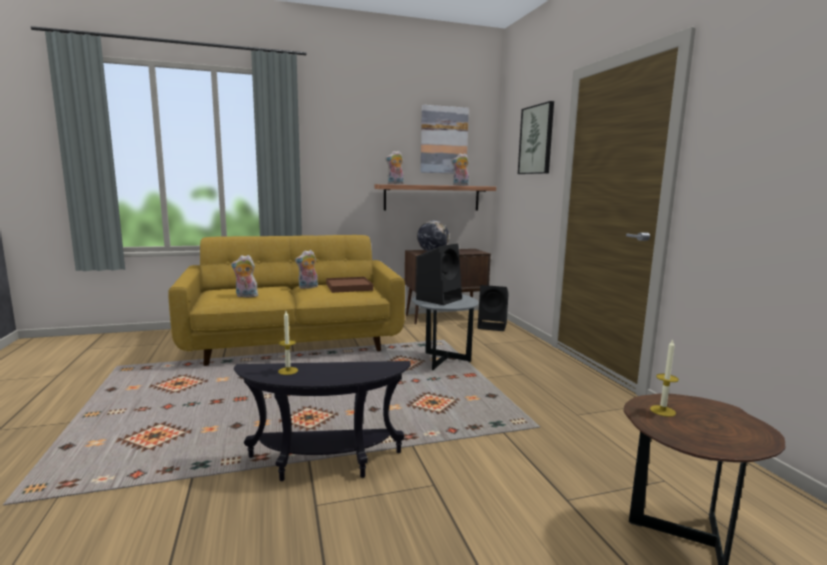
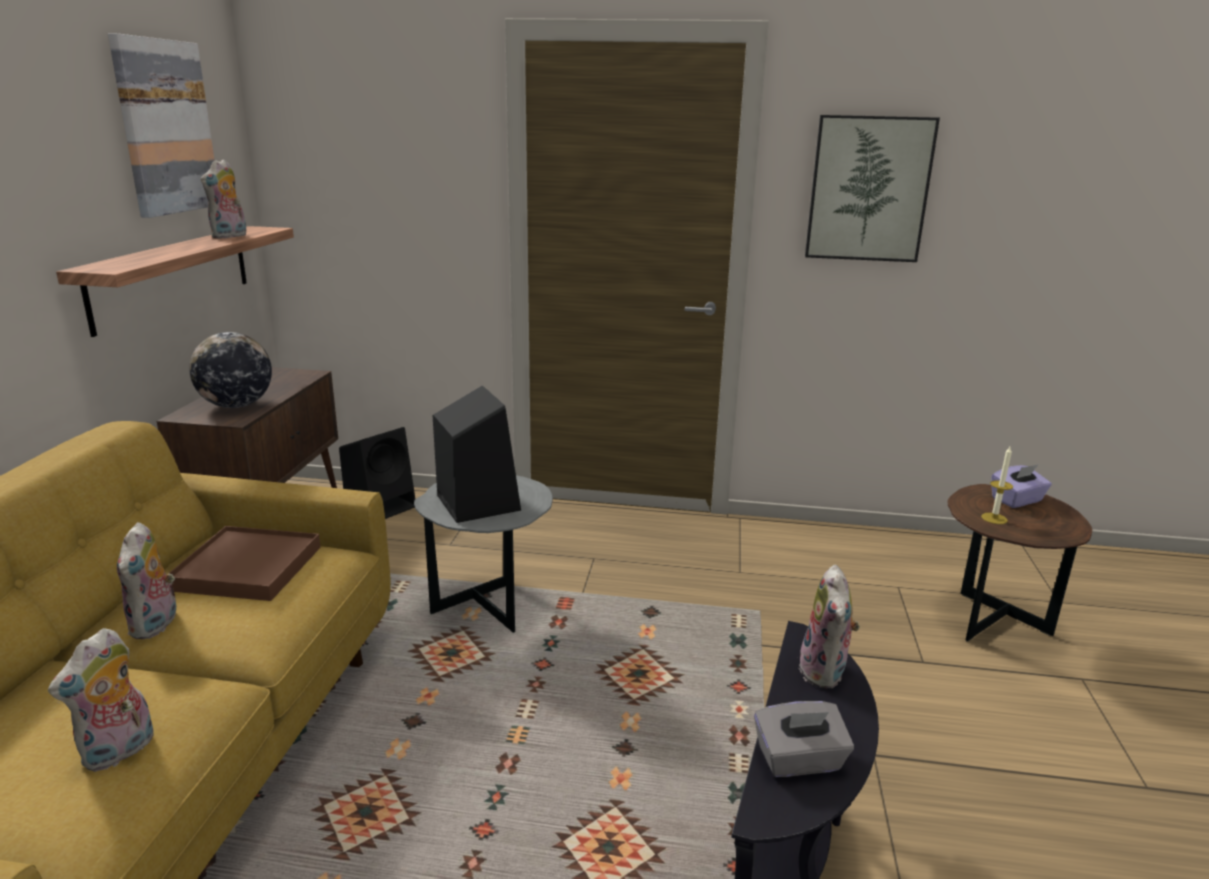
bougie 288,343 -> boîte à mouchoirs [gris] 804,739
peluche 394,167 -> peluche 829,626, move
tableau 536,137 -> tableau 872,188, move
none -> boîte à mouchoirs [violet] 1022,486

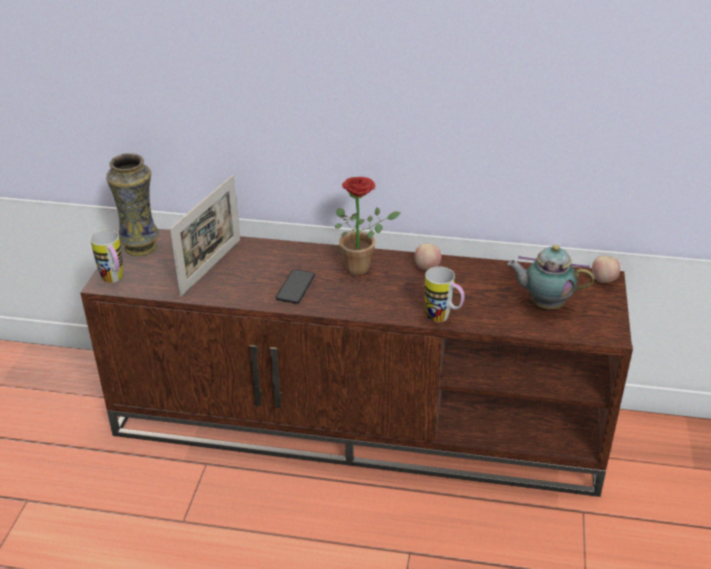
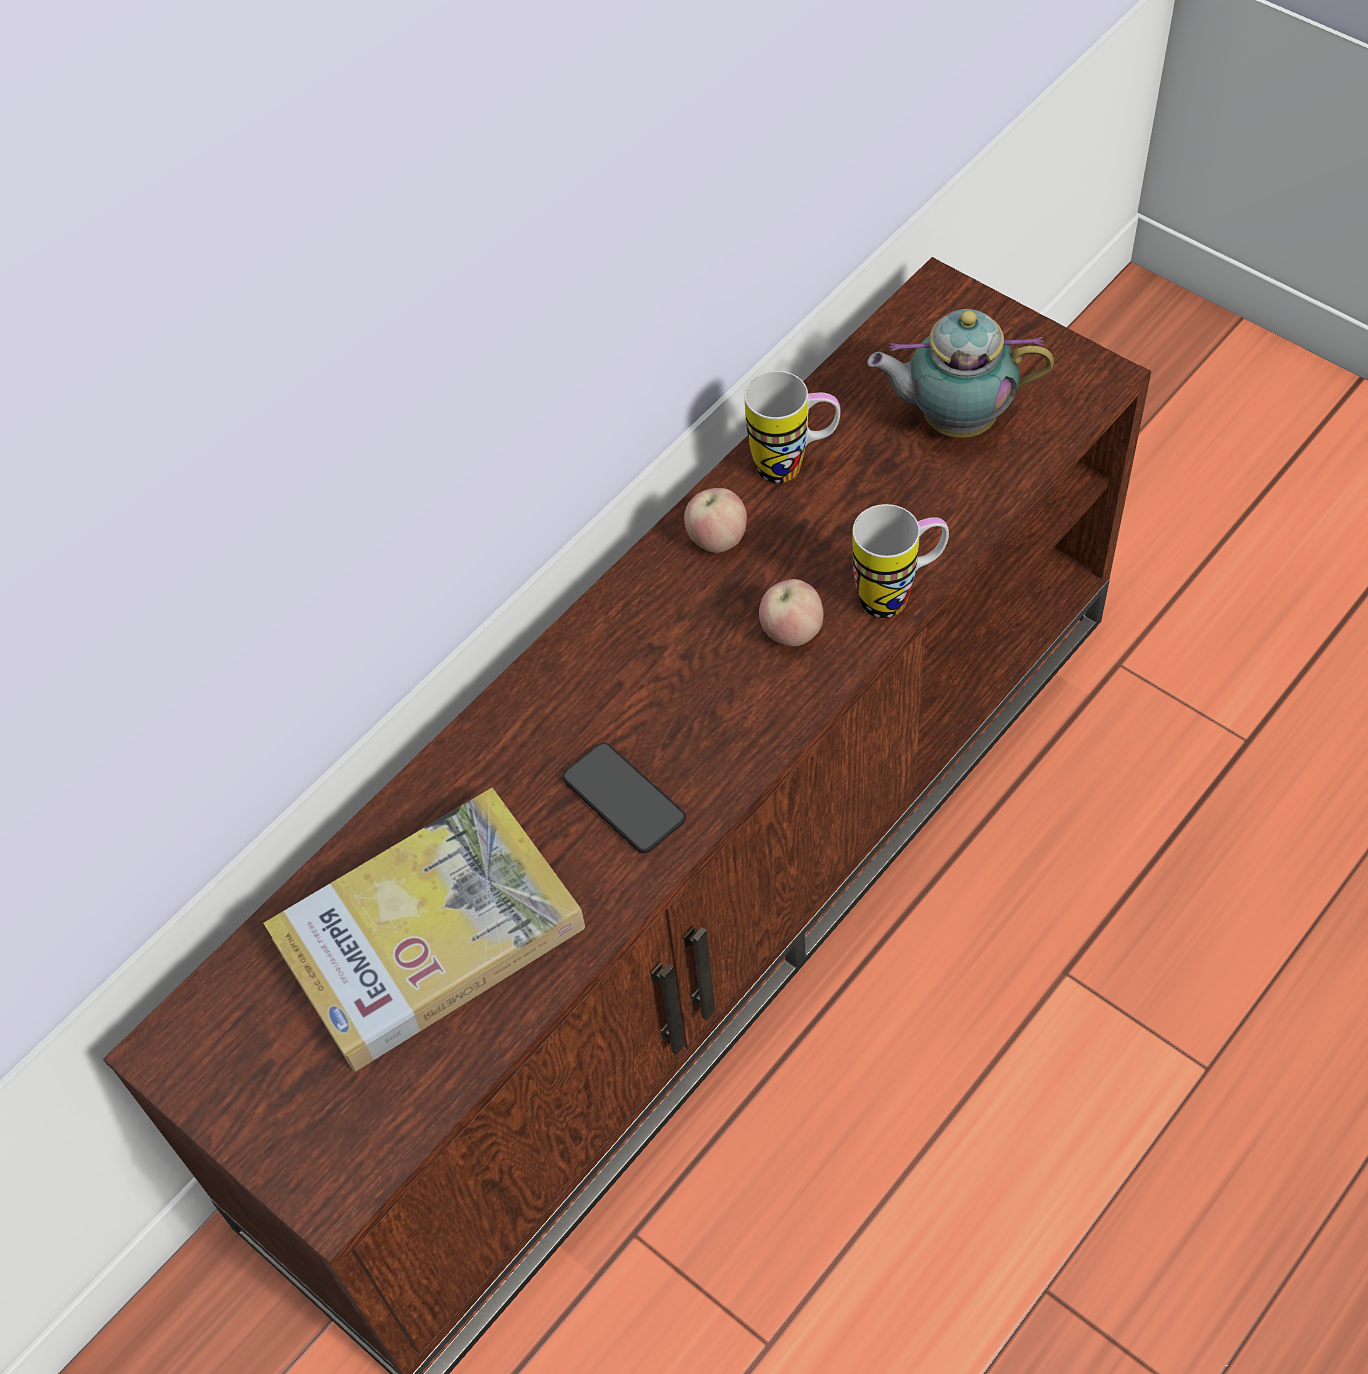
cadre photo 205,235 -> livre 424,929
mug 106,256 -> mug 792,427, move
pomme 606,269 -> pomme 791,612, move
théière 550,277 -> théière 960,373, 45 degrees clockwise
vase 132,204 -> none
plante en pot 367,226 -> none

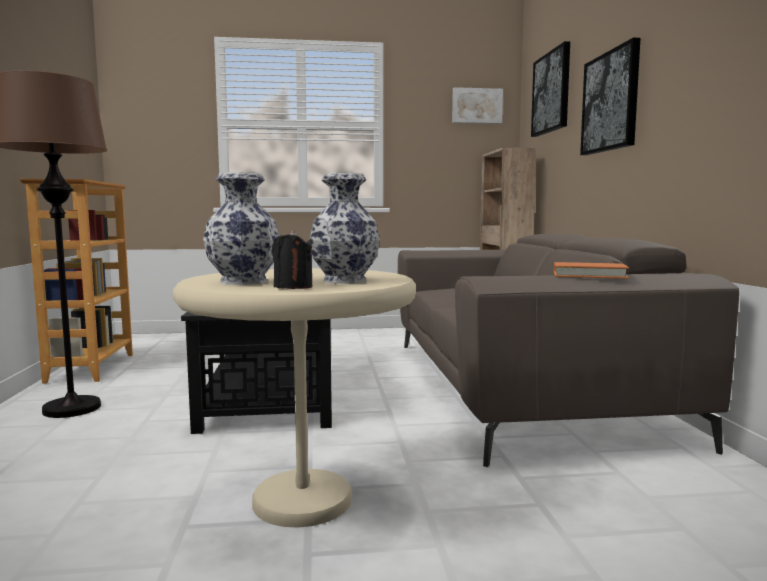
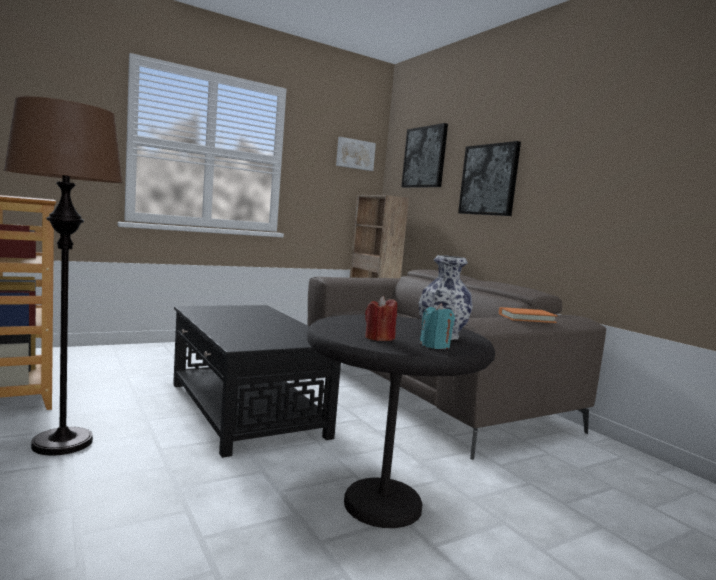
table d'appoint [beige] 294,398 -> table d'appoint [noir] 401,421
vase 241,228 -> bougie [rouge] 381,318
bougie [noir] 292,259 -> bougie [turquoise] 437,326

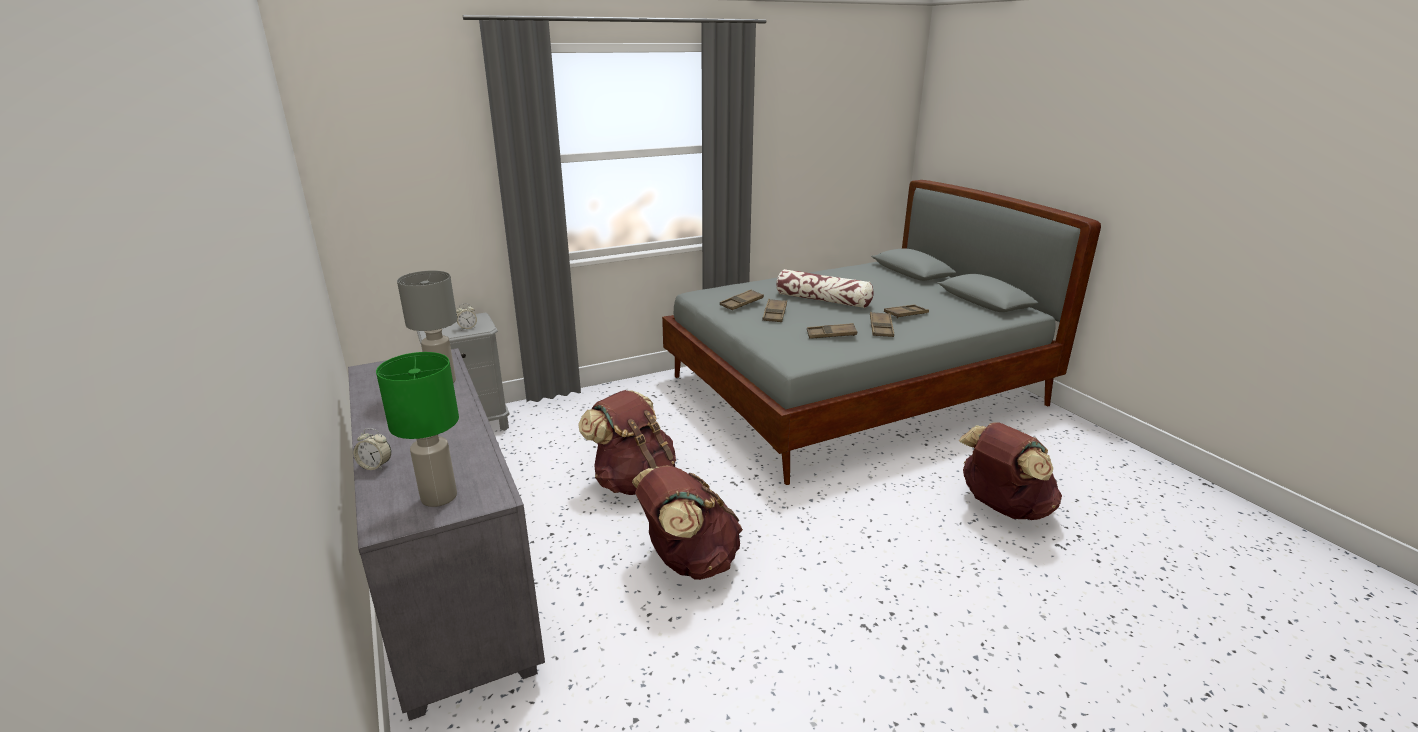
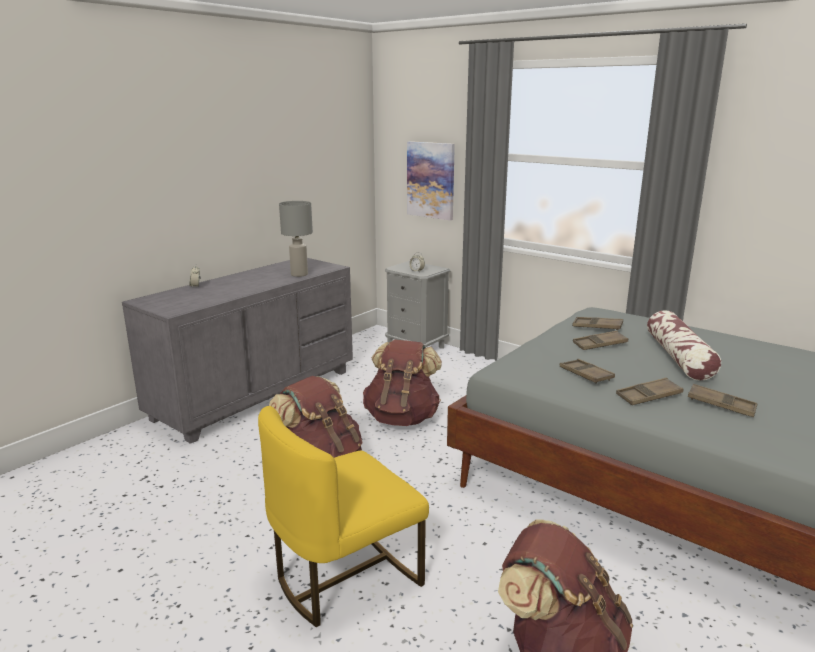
none -> chaise [jaune] 343,516
none -> tableau 431,180
lampe de table [vert] 417,429 -> none

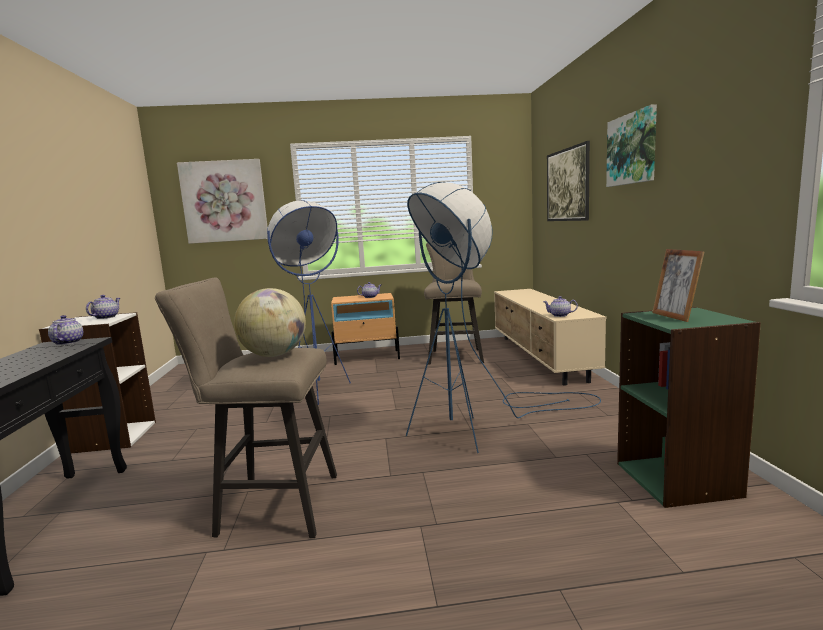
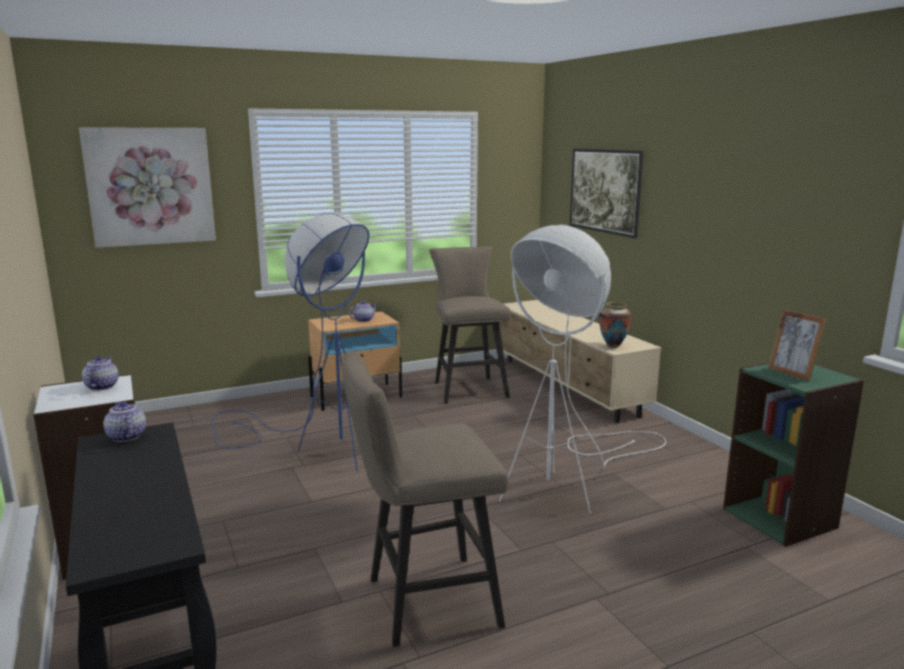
lampadaire [bleu] 503,317 -> lampadaire [blanc] 582,368
théière 560,306 -> vase 615,325
globe 270,322 -> none
tableau 631,145 -> none

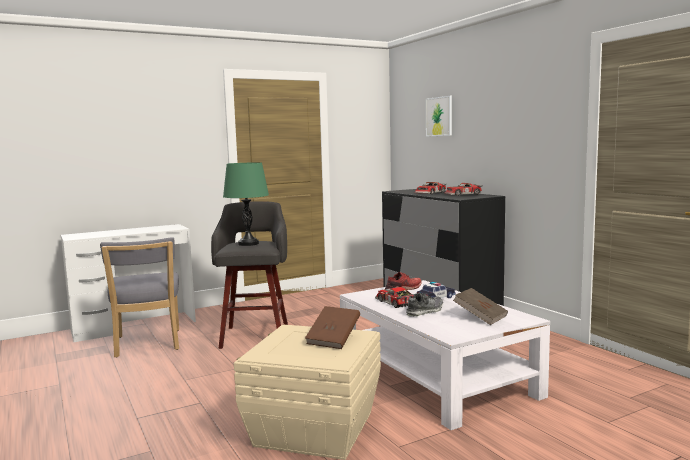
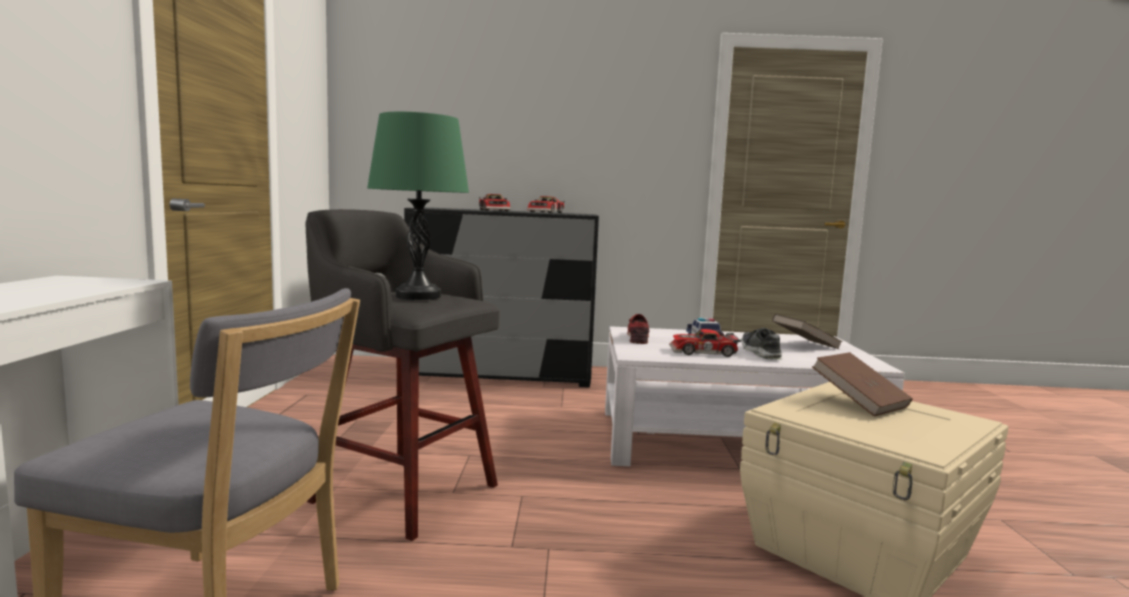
tableau 439,116 -> none

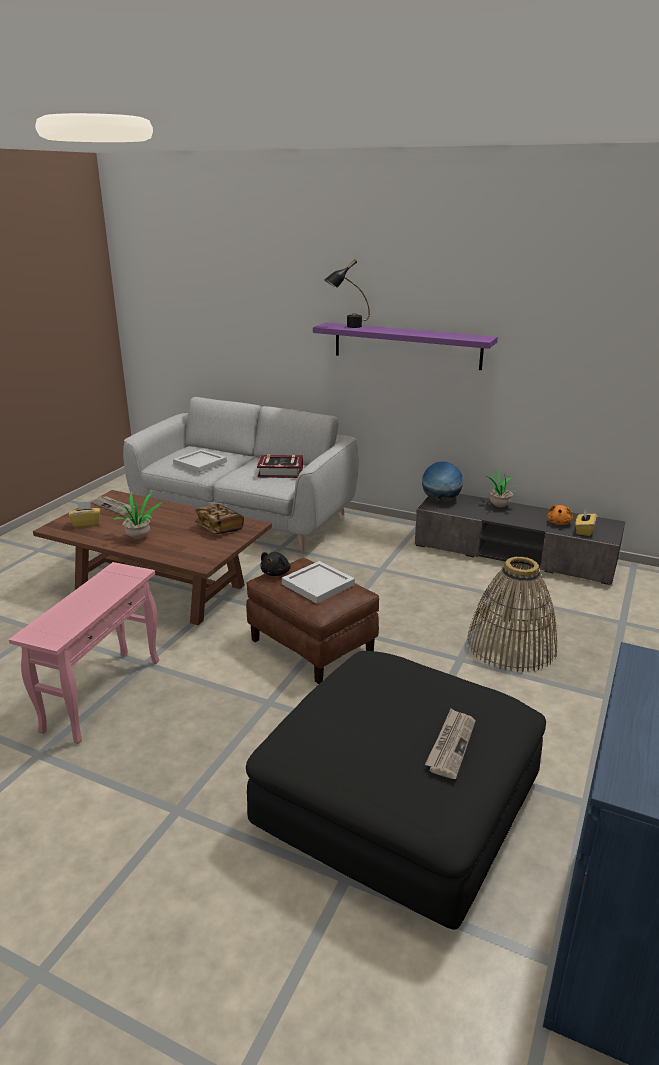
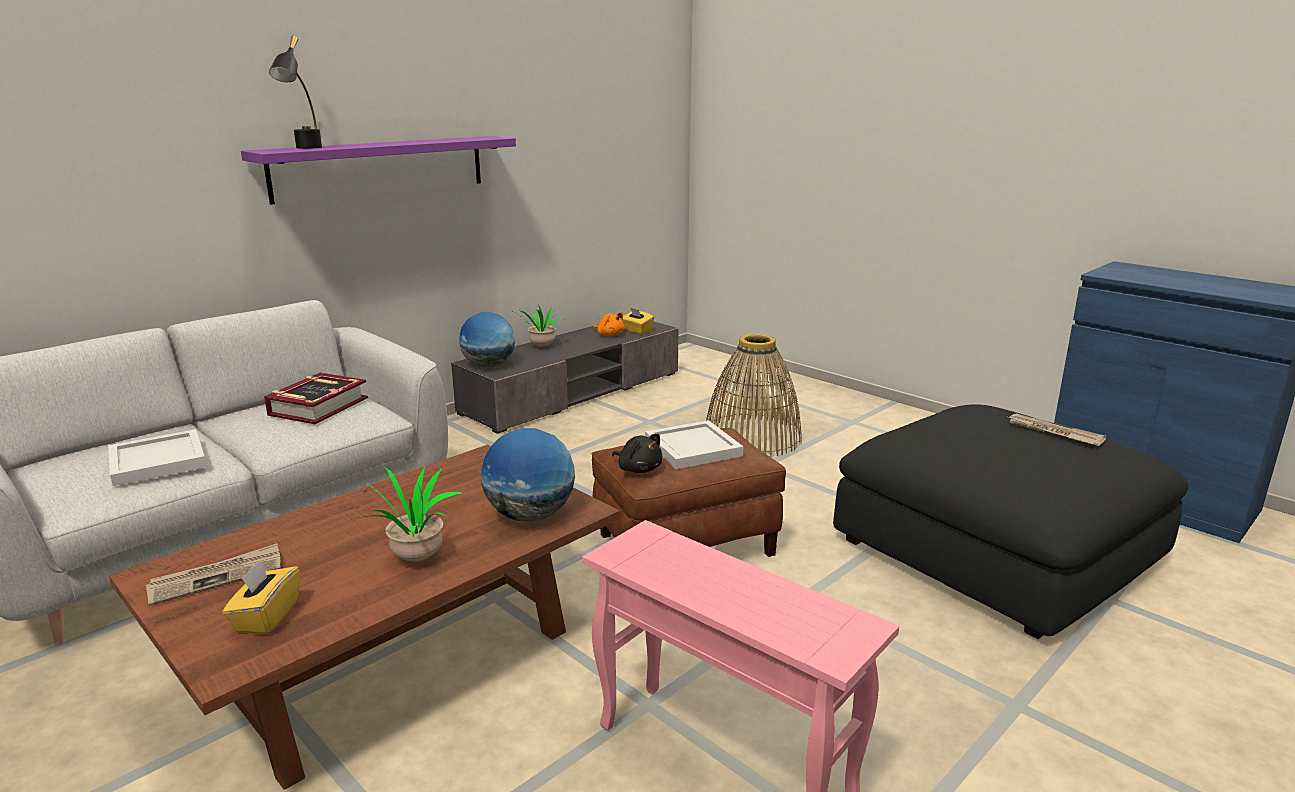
none -> globe 528,475
livre 219,519 -> none

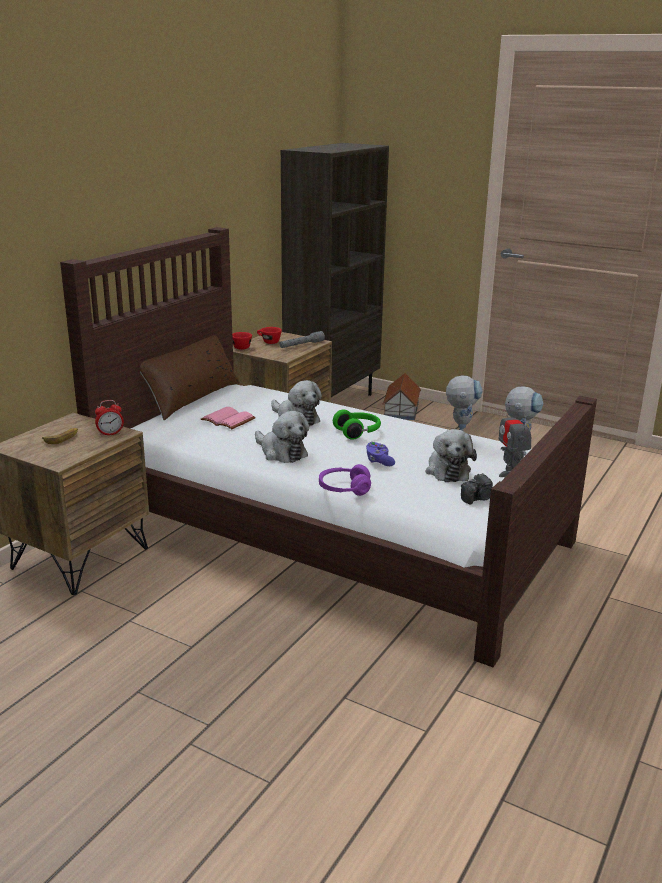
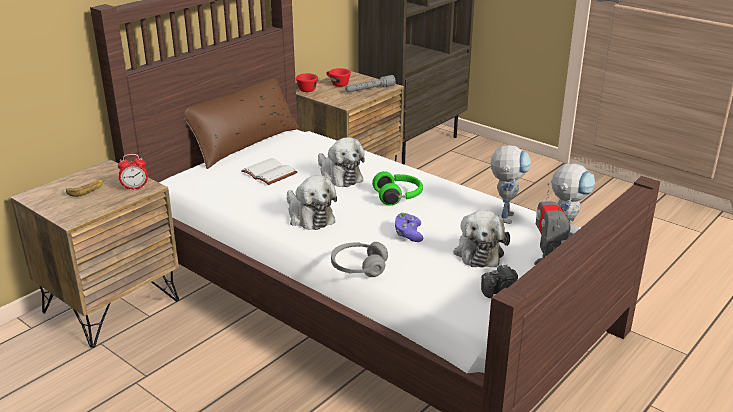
livre [rose] 228,418 -> livre [blanc] 269,171
casque audio [violet] 345,480 -> casque audio [gris] 359,259
maison miniature 401,396 -> none

